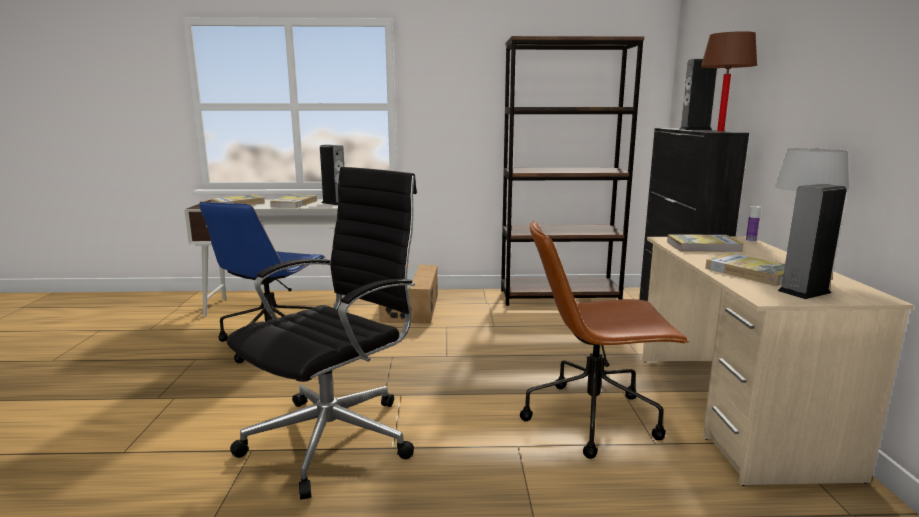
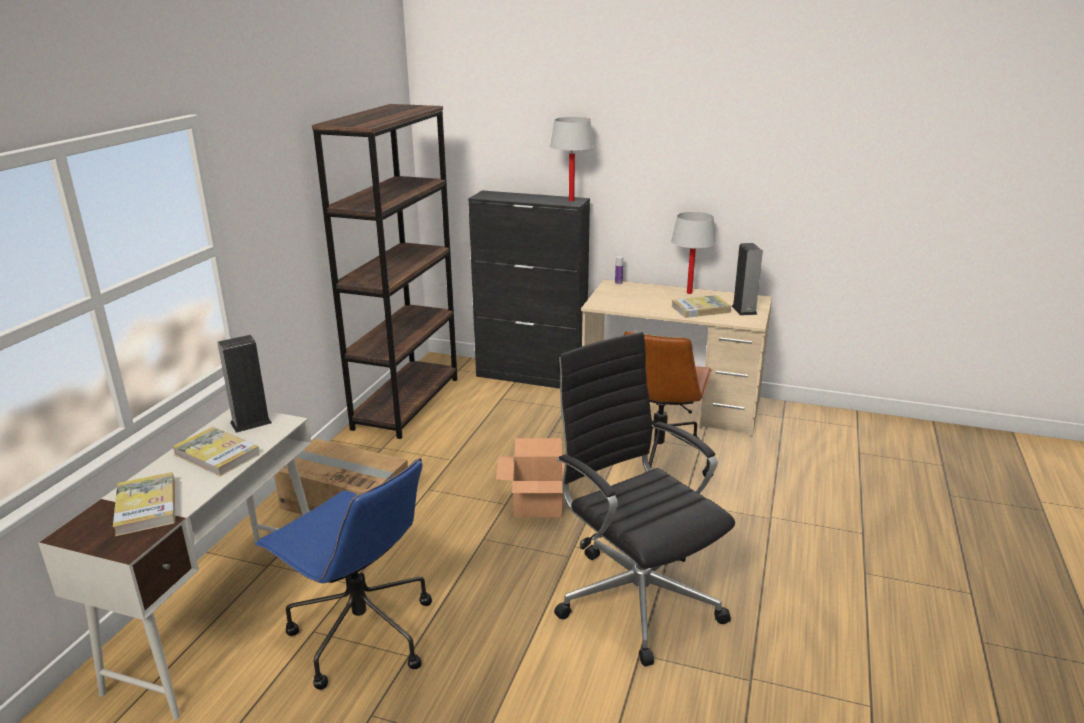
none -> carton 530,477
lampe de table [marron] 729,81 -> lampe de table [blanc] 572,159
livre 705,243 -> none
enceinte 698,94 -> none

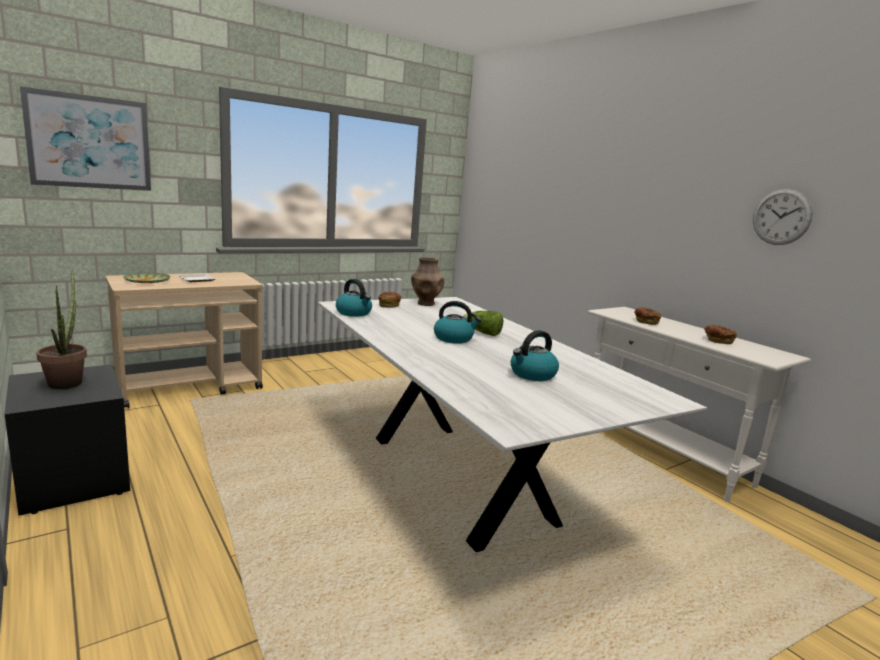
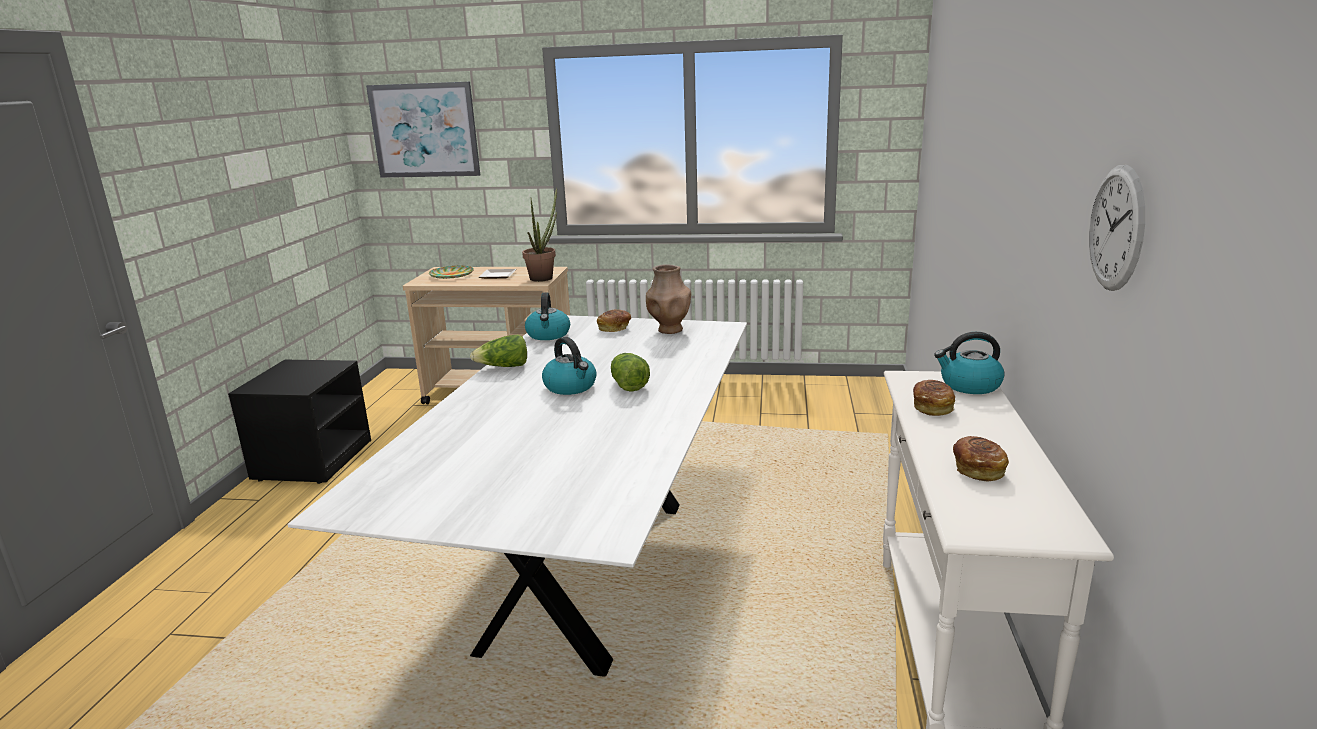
none -> laitue 498,351
plante en pot 61,329 -> plante en pot 539,234, move
bouilloire 535,355 -> bouilloire 969,363, move

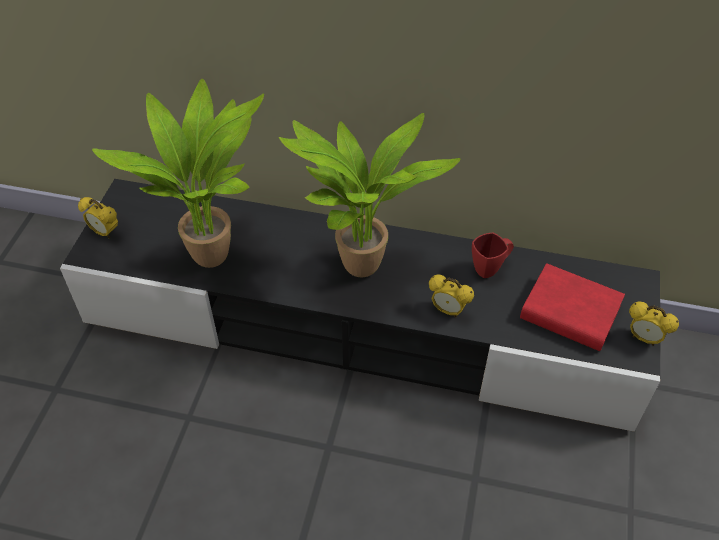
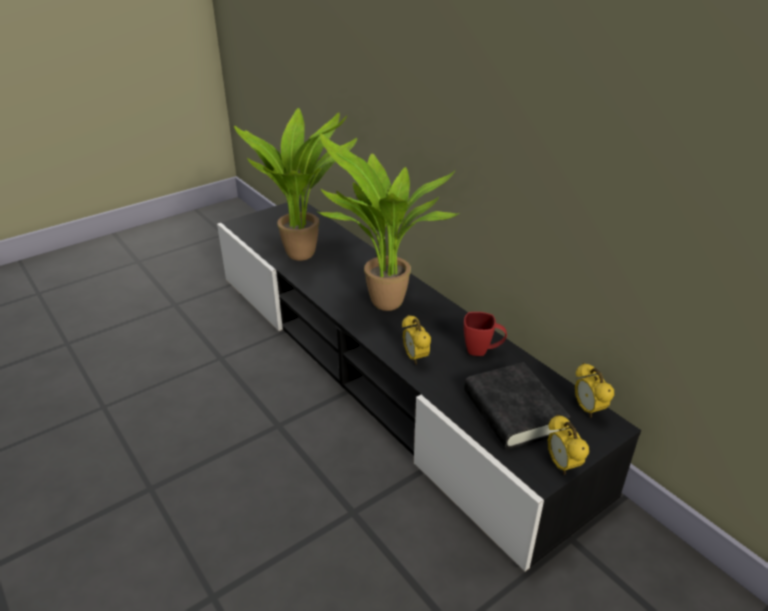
livre [rouge] 572,307 -> livre [noir] 517,406
réveil 98,218 -> réveil 594,390, move

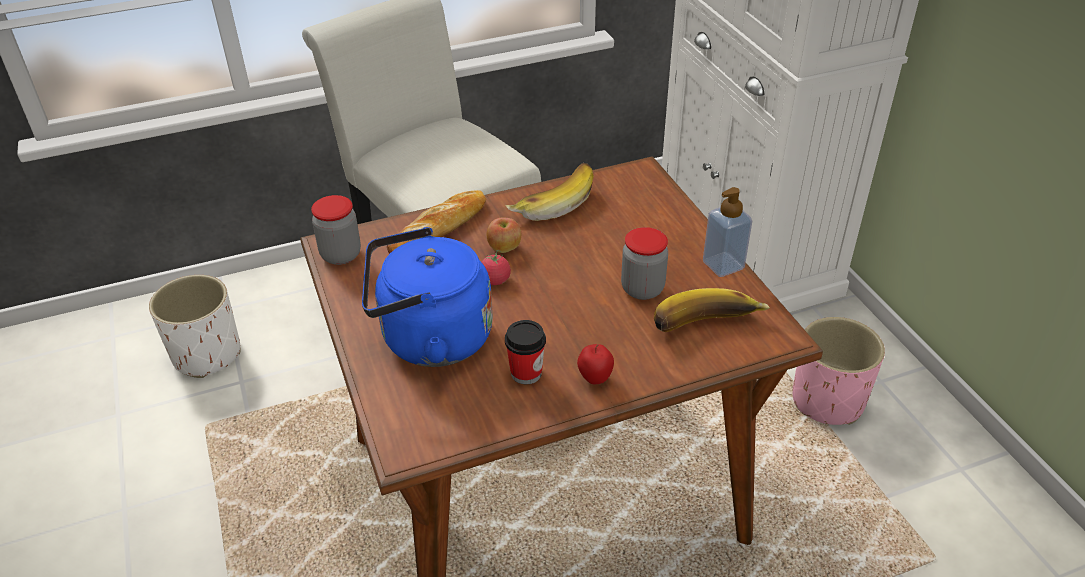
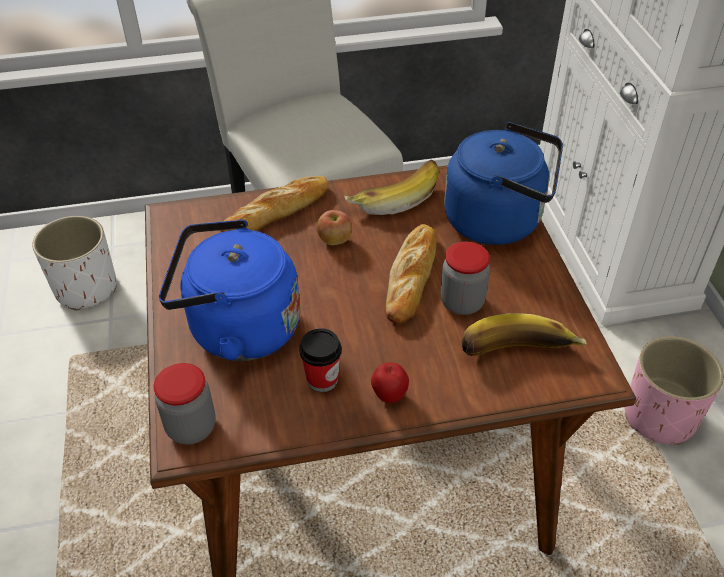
bocal 336,230 -> bocal 184,404, move
none -> pain 411,274
none -> bouilloire [bleu] 503,183
tomate 496,267 -> none
distributeur de savon 727,232 -> none

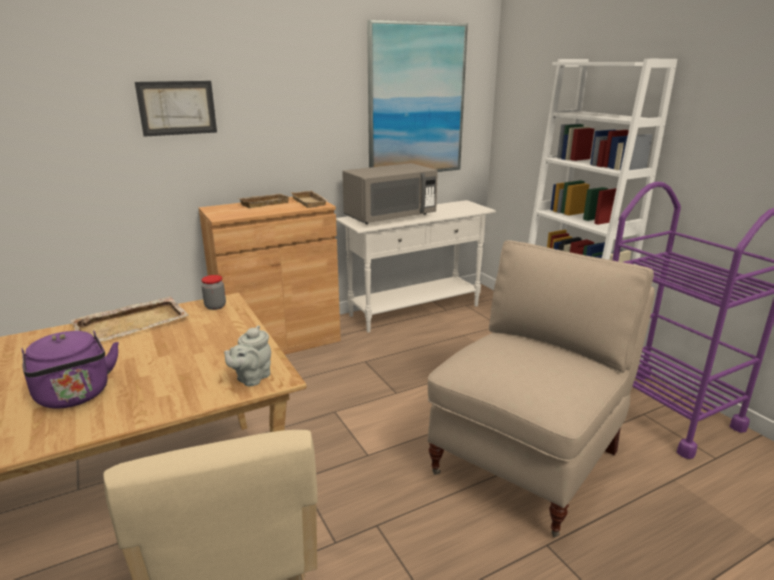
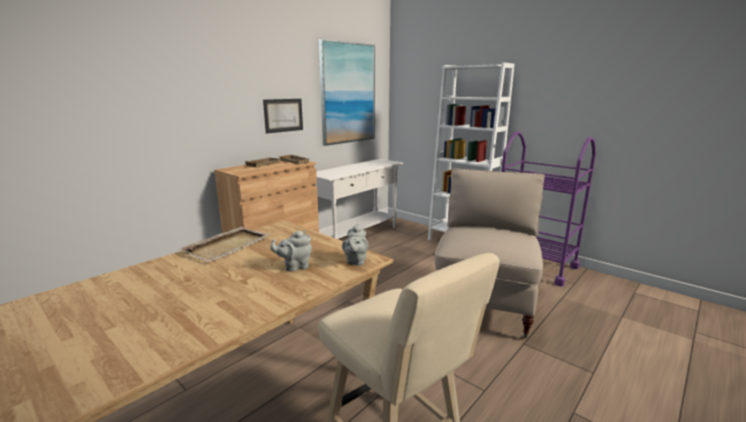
tableau 176,109 -> tableau 283,116, move
none -> théière [gris] 291,251
bouilloire [violet] 70,370 -> none
bocal 213,292 -> none
micro-ondes [gris] 390,193 -> none

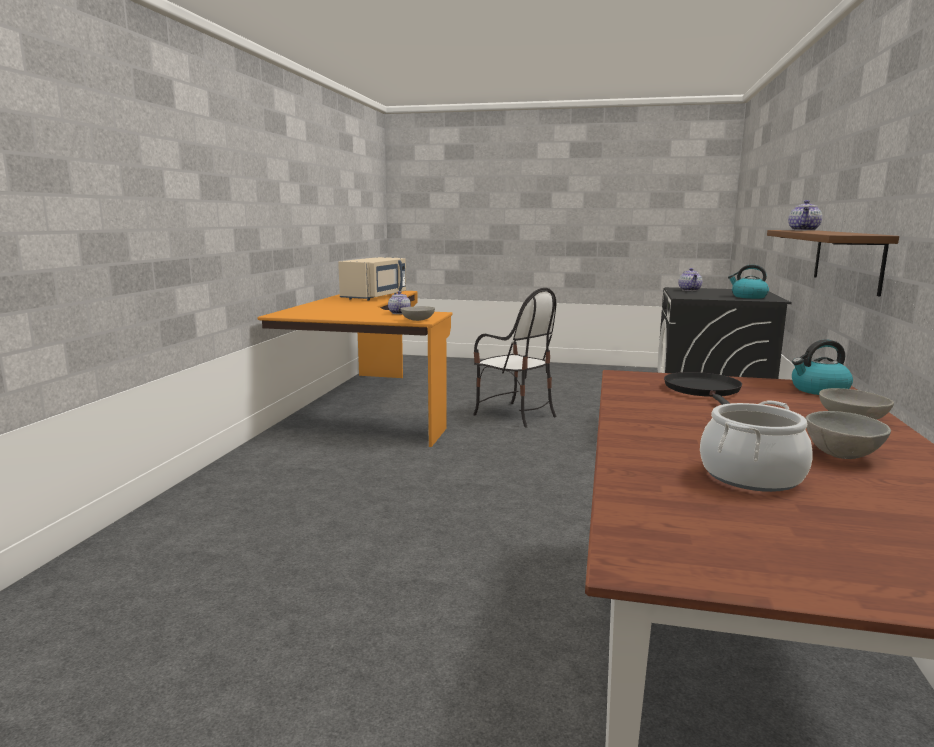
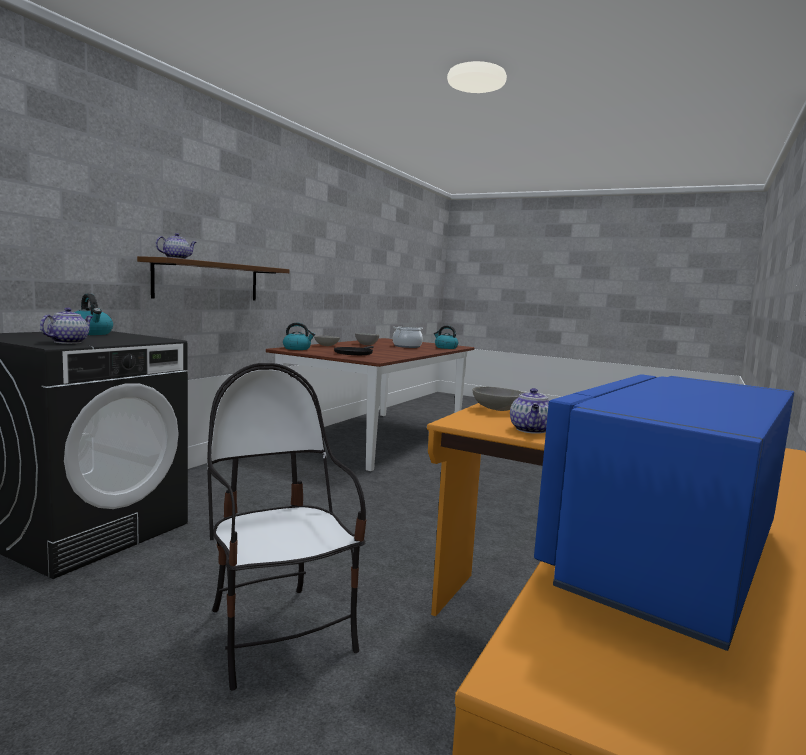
none -> bouilloire 446,337
micro-ondes [beige] 372,279 -> micro-ondes [bleu] 664,512

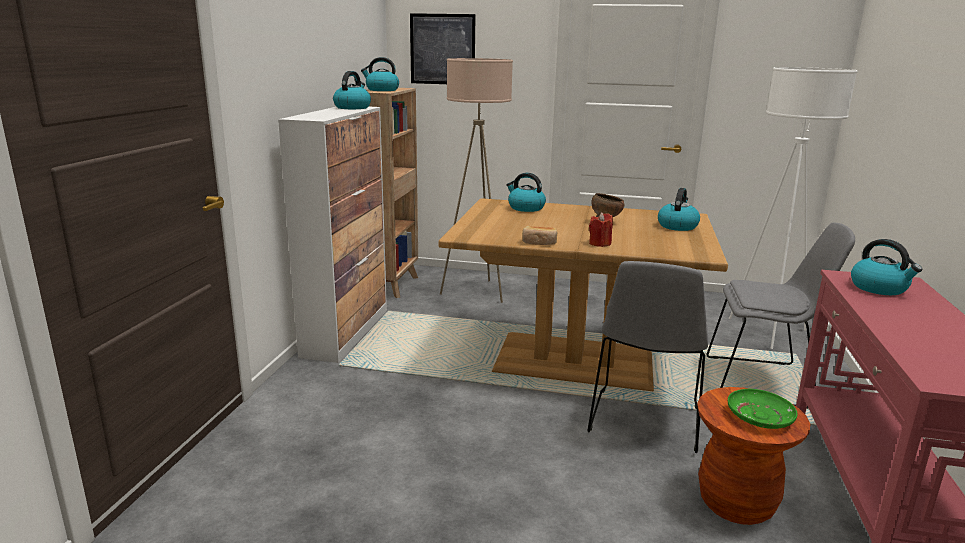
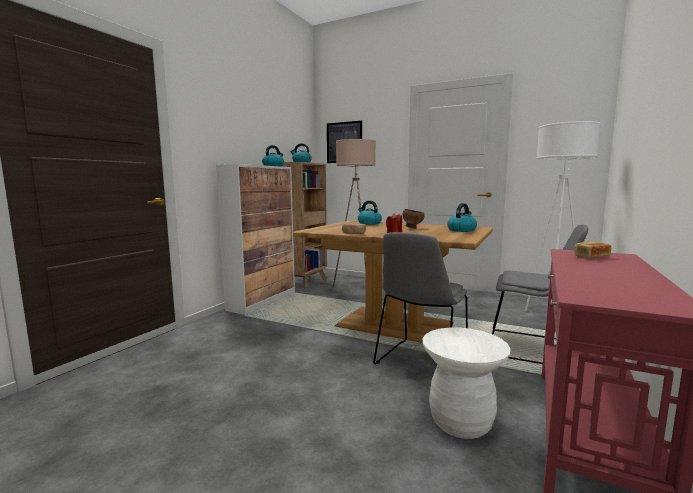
tabouret [marron] 753,456 -> tabouret [blanc] 467,383
bouilloire 887,267 -> pain 592,250
assiette [vert] 762,409 -> none

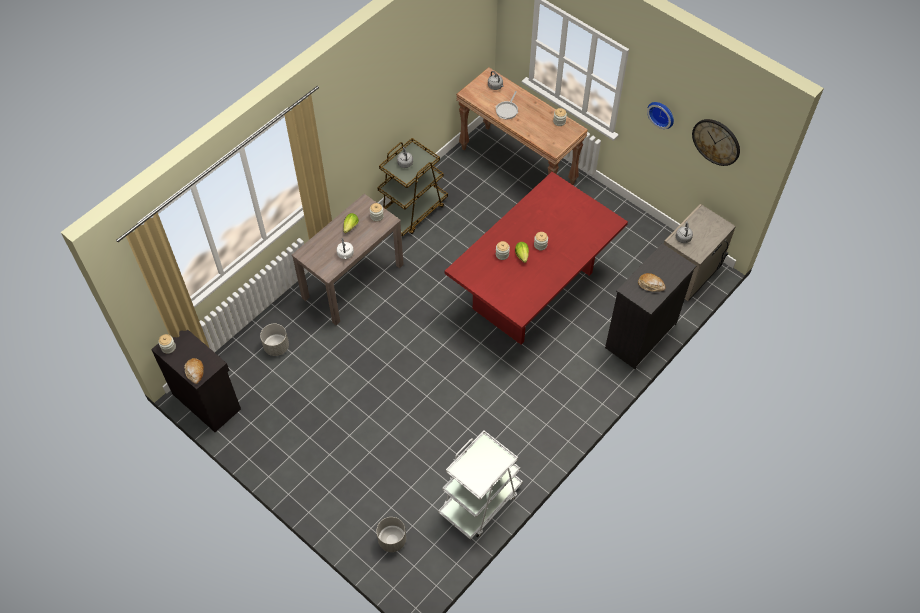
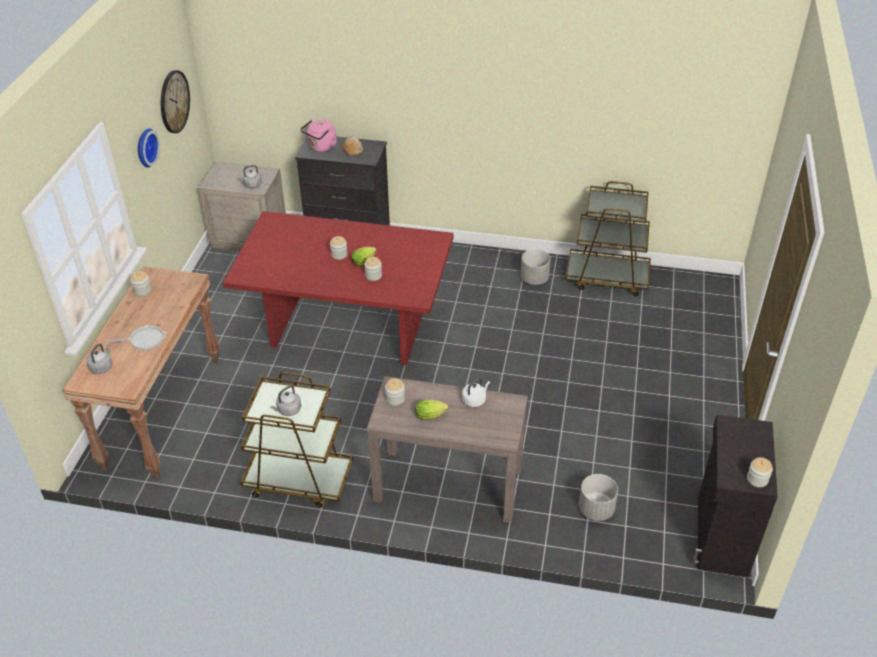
none -> bouilloire [rose] 319,136
cache-pot [gris] 391,534 -> cache-pot [gris] 536,267, move
chariot [blanc] 480,485 -> chariot [marron] 608,239
pain 194,371 -> none

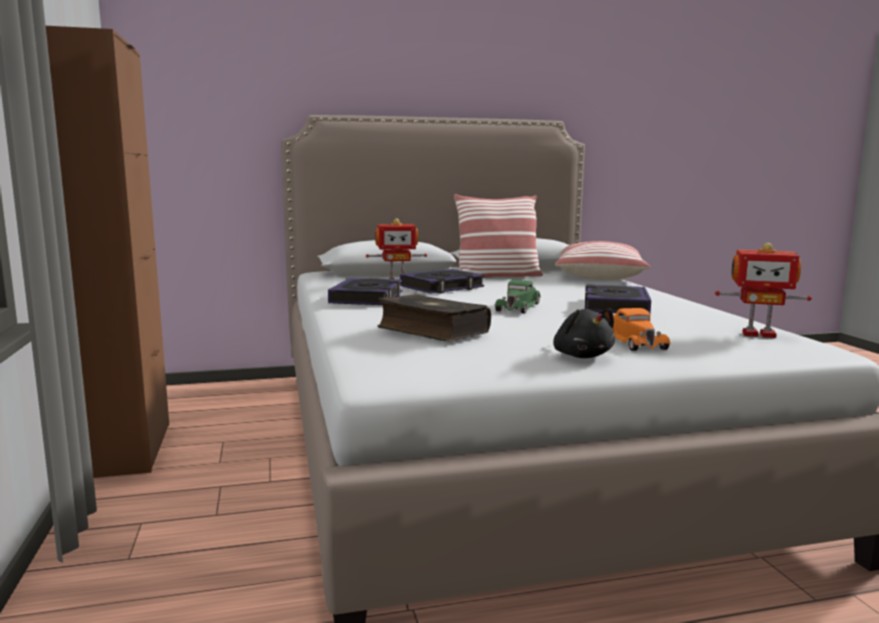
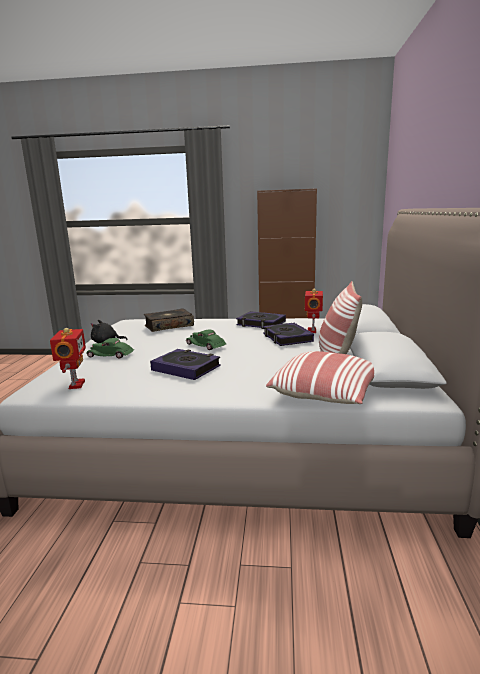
robot jouet 763,290 -> robot jouet 68,358, 135 degrees clockwise
petite voiture [orange] 642,329 -> petite voiture [vert] 110,348

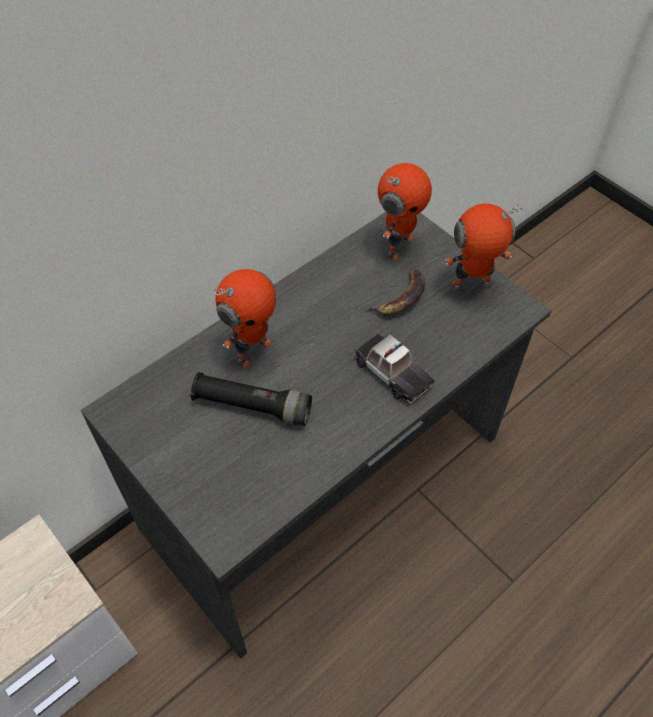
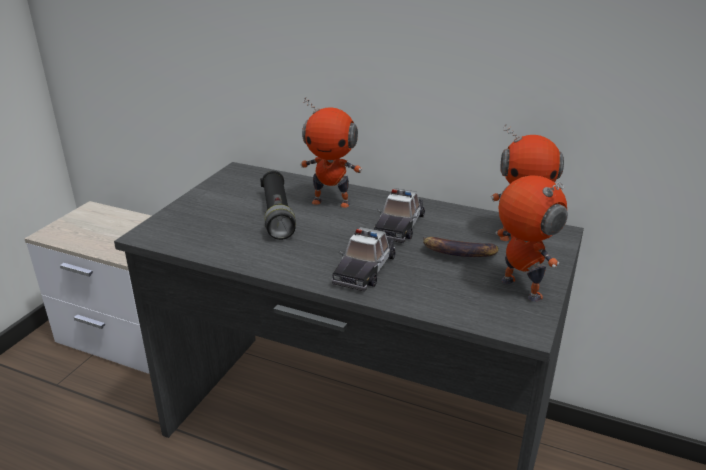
none -> petite voiture 399,215

